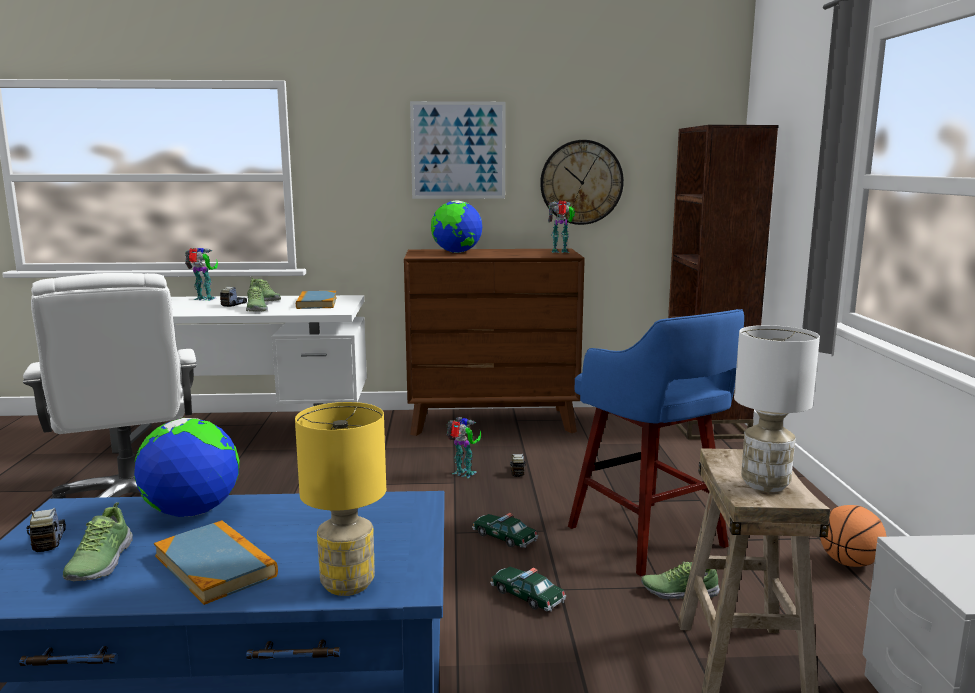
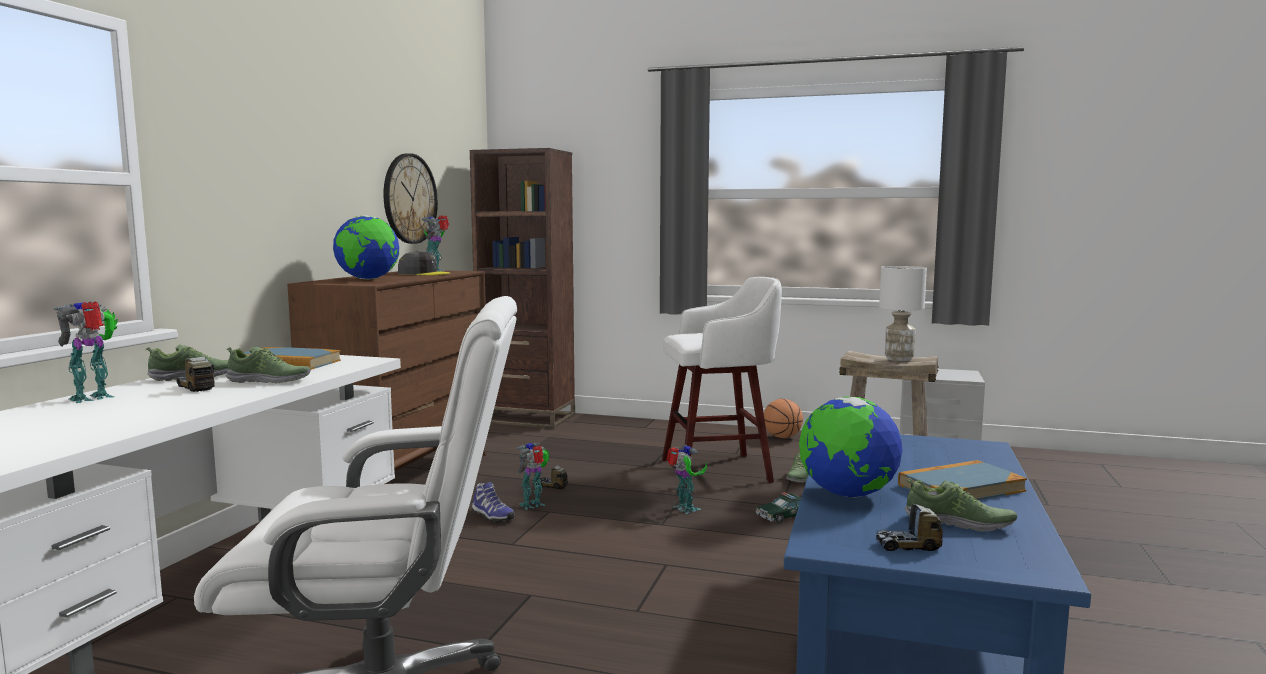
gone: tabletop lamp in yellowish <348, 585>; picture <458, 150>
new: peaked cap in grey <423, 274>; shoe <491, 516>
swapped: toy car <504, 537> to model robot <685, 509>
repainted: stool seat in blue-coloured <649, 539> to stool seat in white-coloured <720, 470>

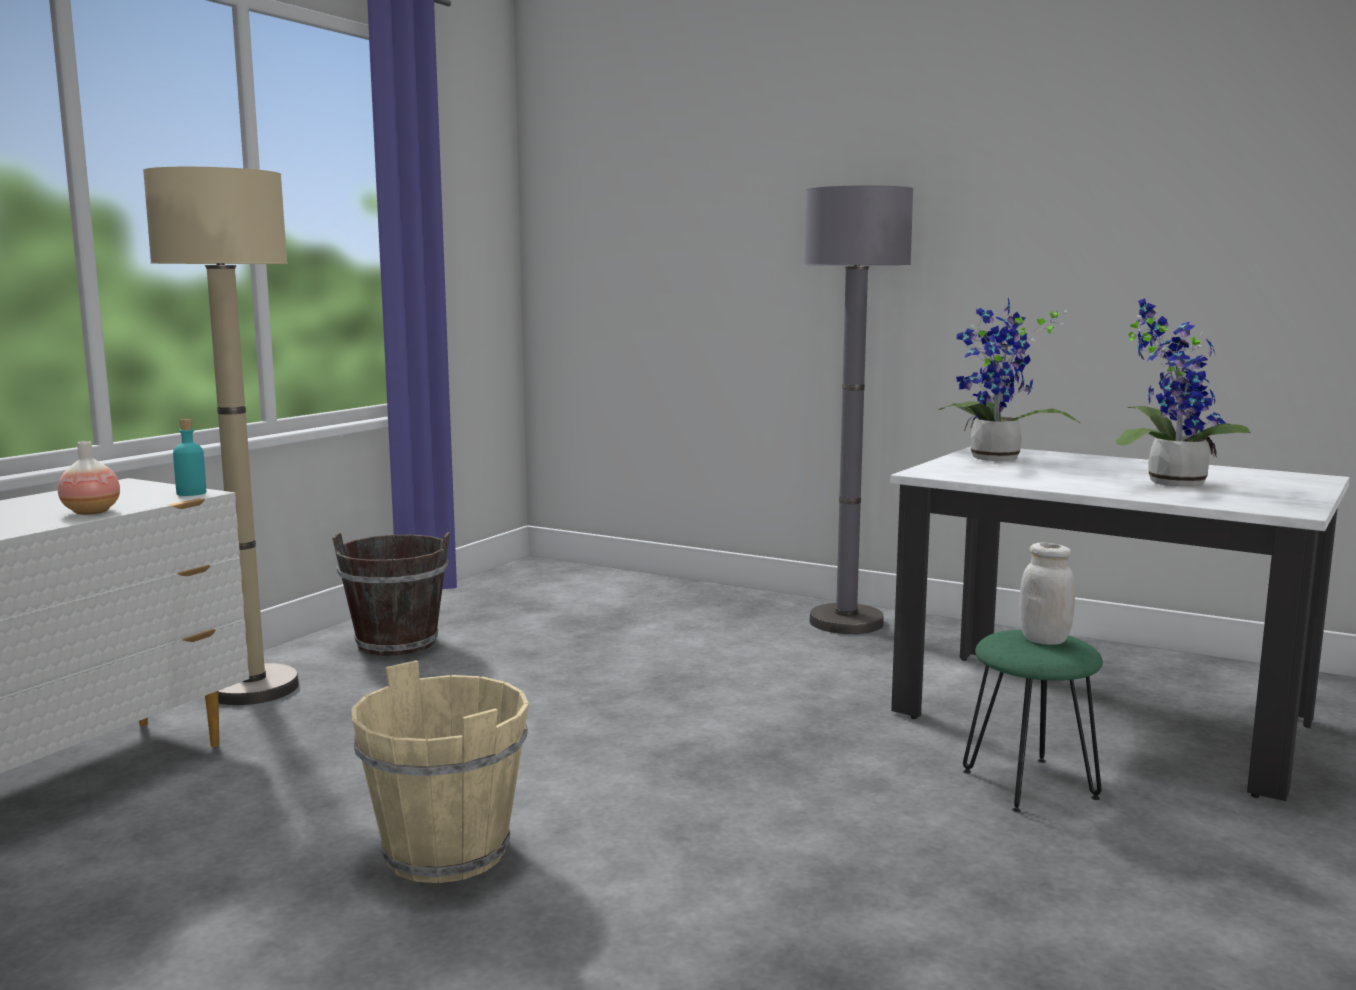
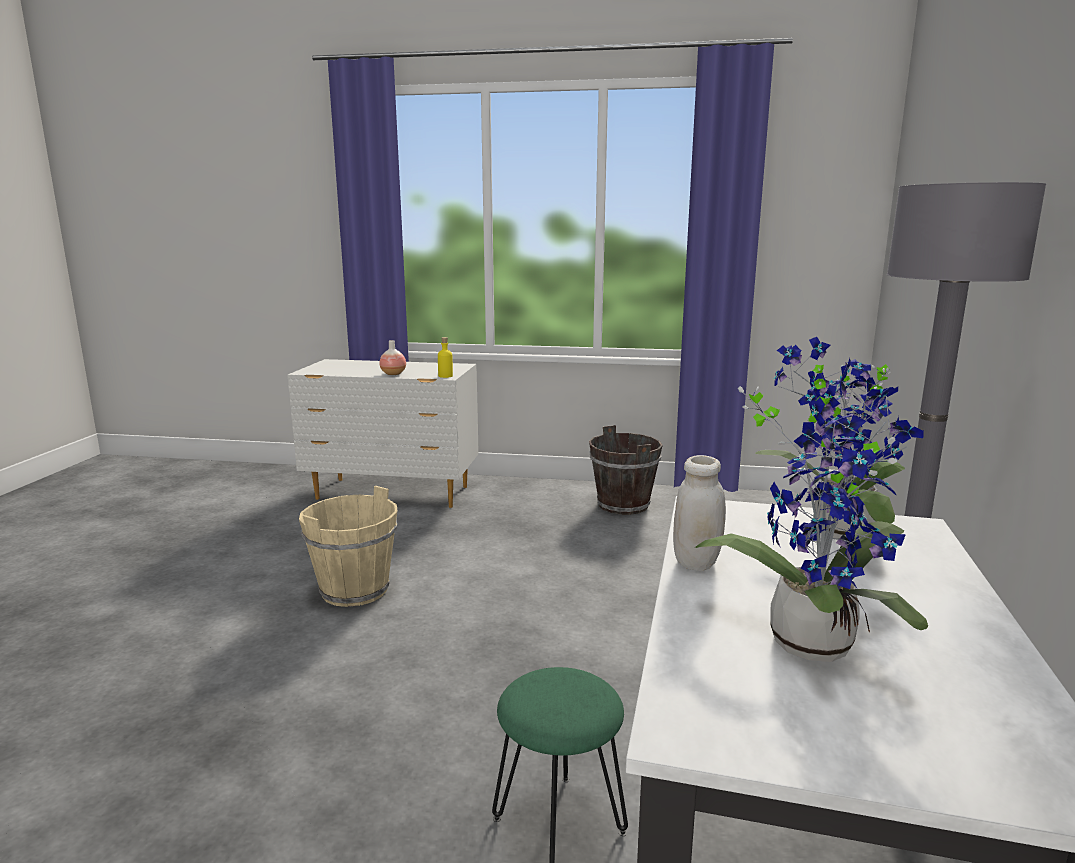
gone: standard lamp in sand-coloured <252, 688>
shifted: jar in white-coloured <1044, 640> to <696, 562>
repainted: bottle in turquoise-coloured <191, 493> to bottle in yellowish <445, 376>

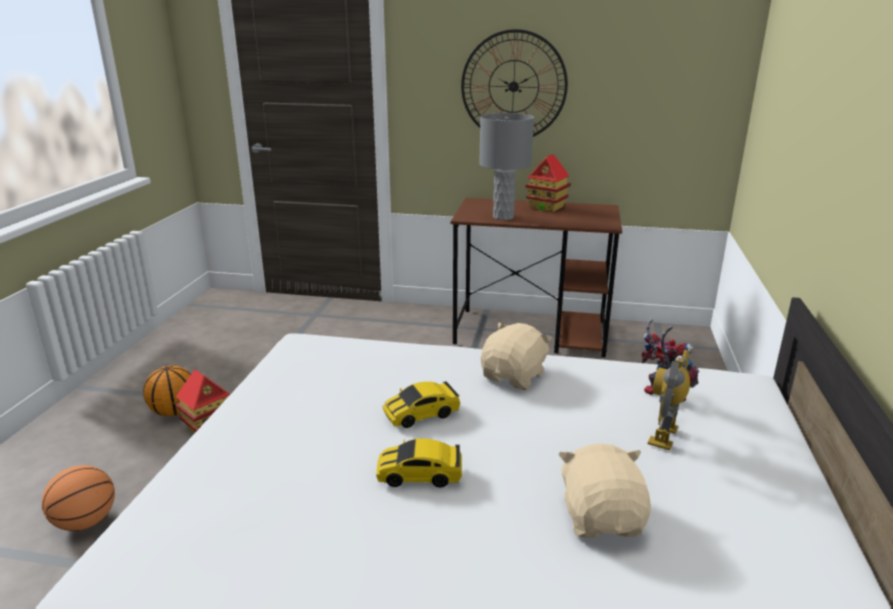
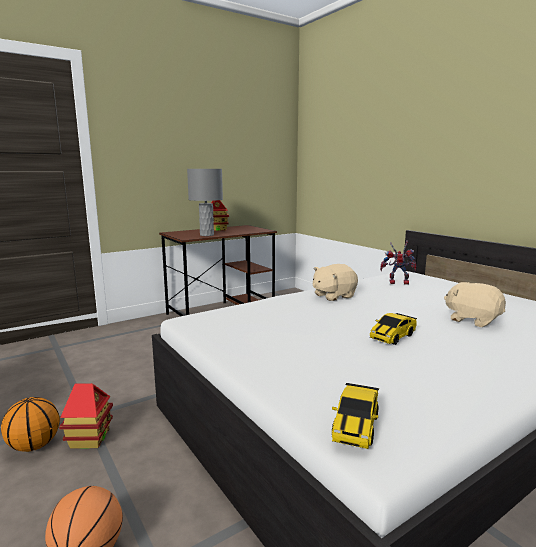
gone: wall clock <513, 86>; model robot <664, 436>
shifted: toy car <421, 414> to <355, 426>
rotated: soft toy in sand-coloured <514, 376> = <333, 296> 105 degrees counterclockwise

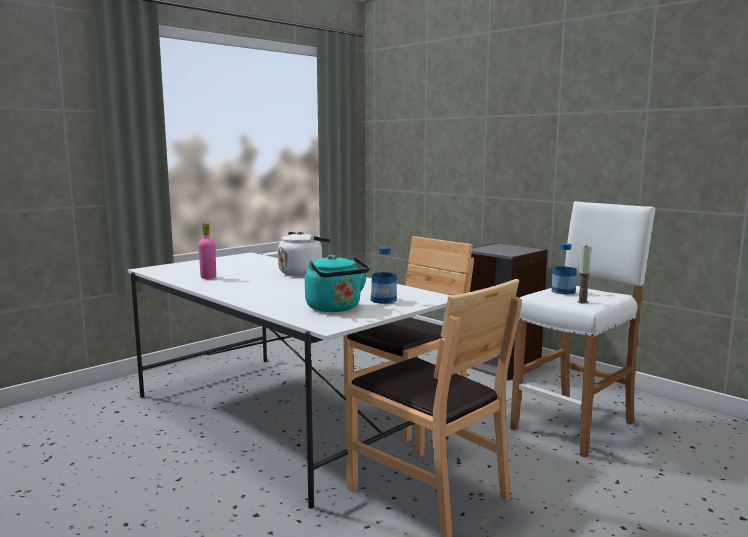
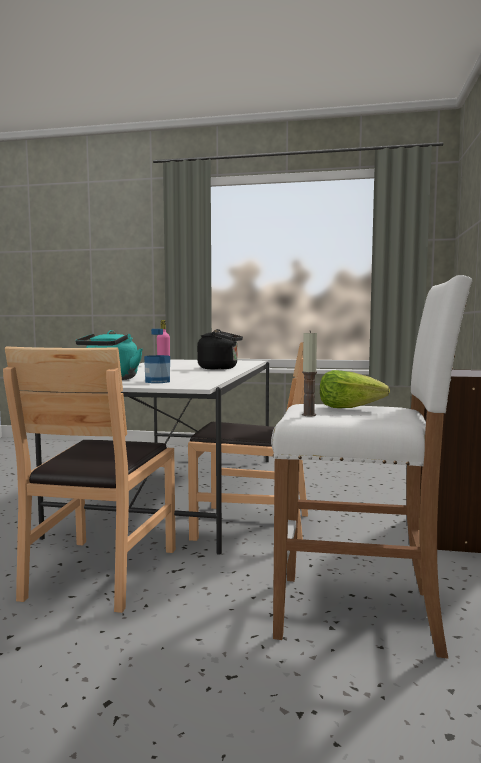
swapped: bottle <563, 291> to head of lettuce <349, 408>
repainted: water kettle in white-coloured <302, 272> to water kettle in blackish <220, 368>

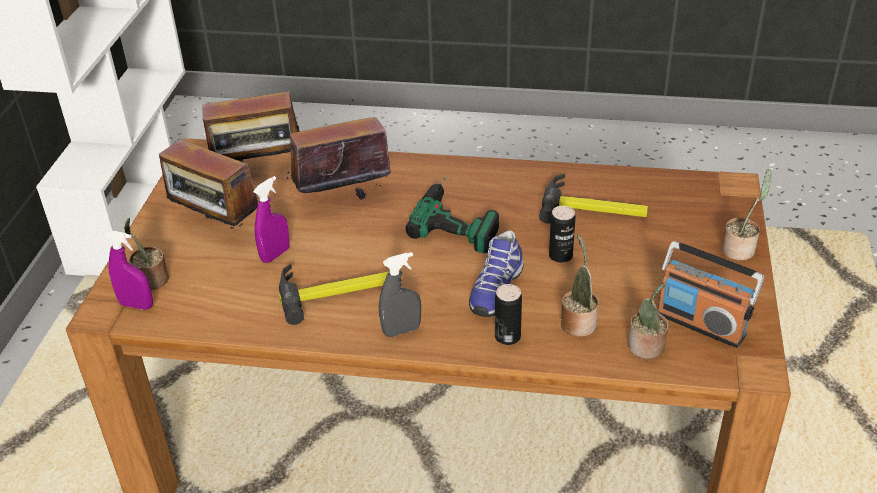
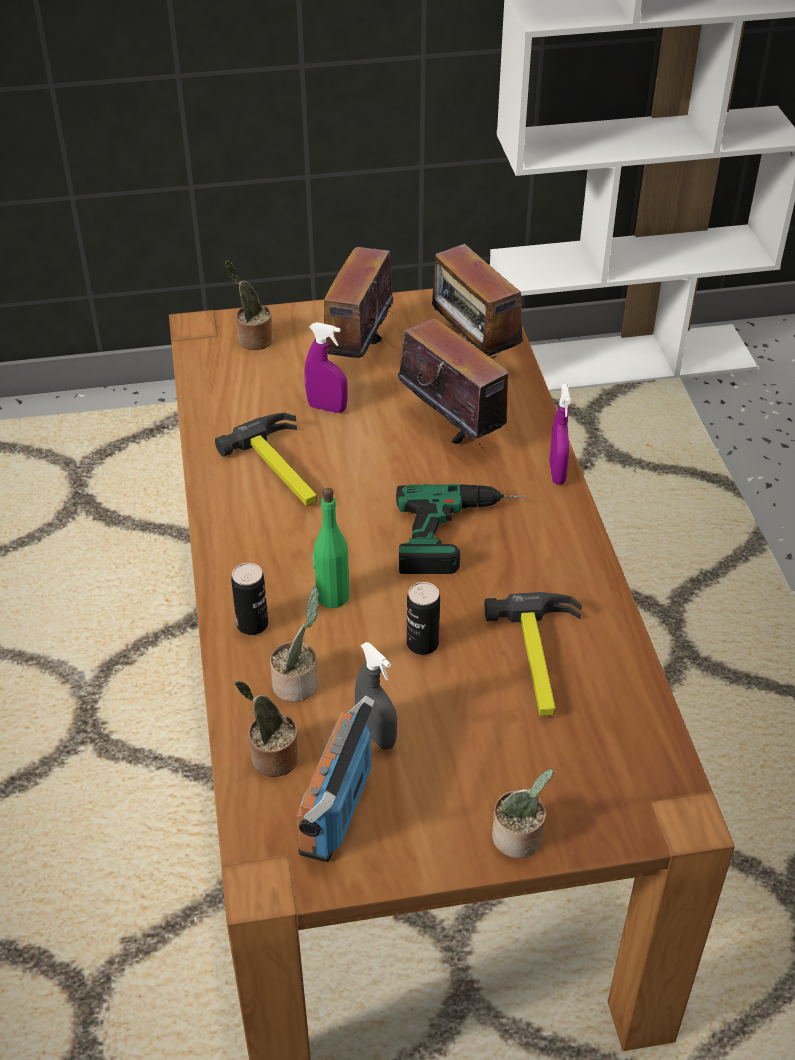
shifted: sprayer in grey <401, 330> to <376, 735>; sprayer in purple <136, 305> to <557, 473>
swapped: shoe <495, 290> to bottle in green-coloured <332, 596>

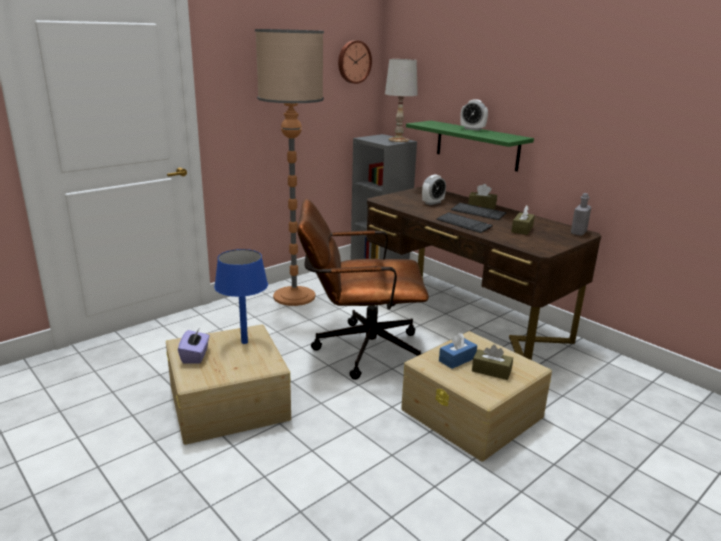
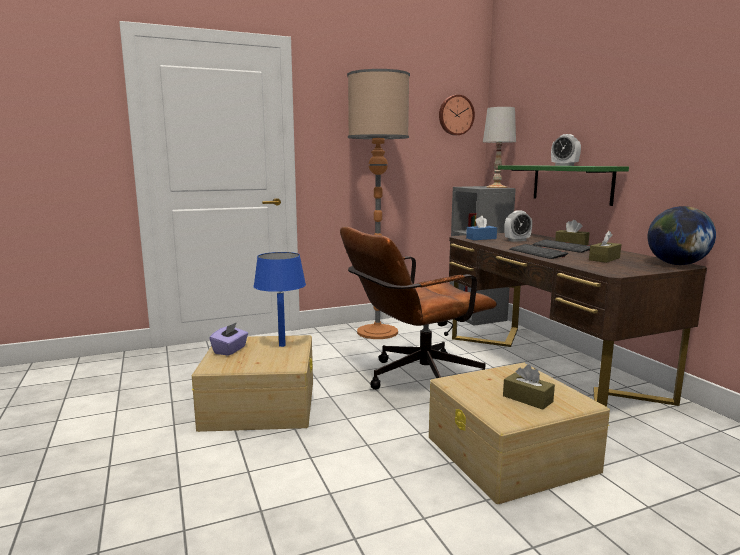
shifted: box of tissues in blue-coloured <457, 359> to <481, 238>
swapped: bottle in grey <578, 232> to world globe <676, 264>
rotated: desk chair in brownish <359, 349> = <414, 379> 45 degrees counterclockwise

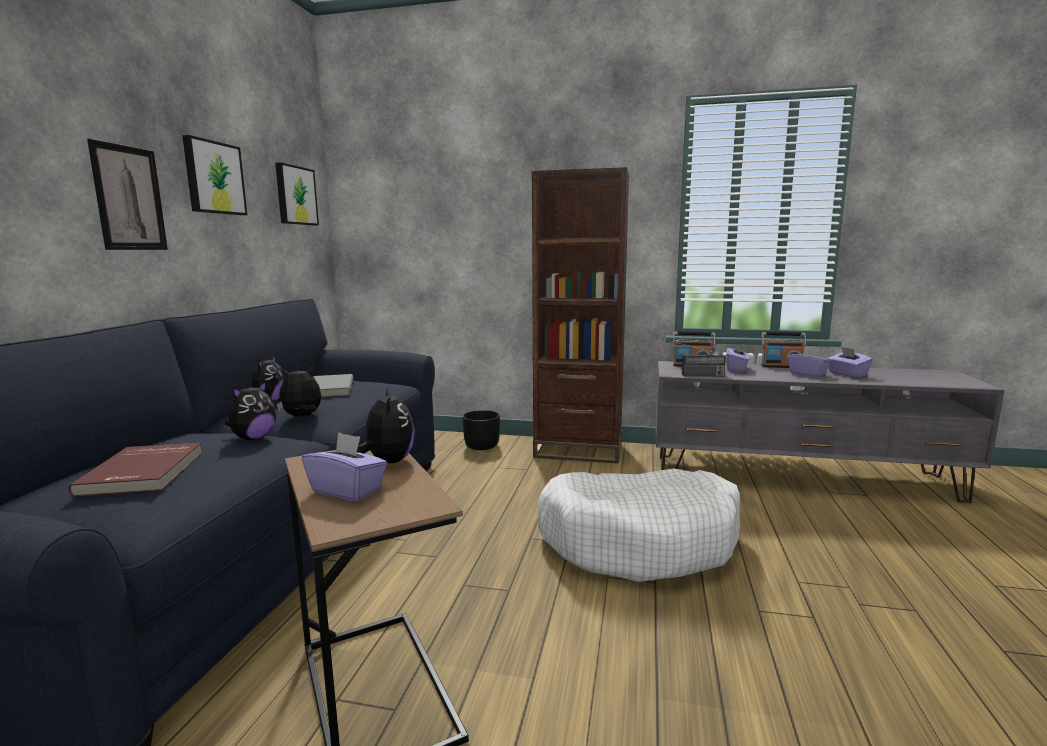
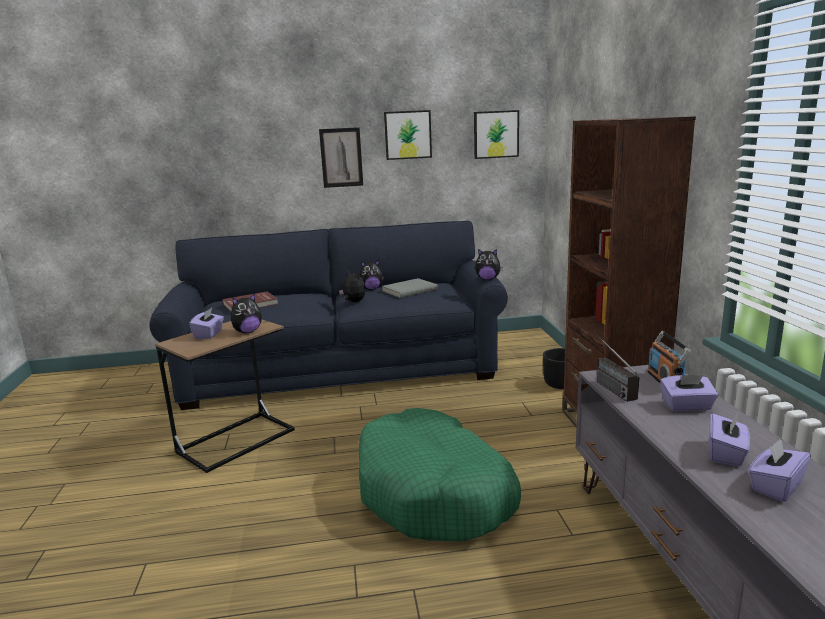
gone: radio <781, 366>
shifted: soft toy <253, 438> to <488, 279>
repainted: dog cushion in white-coloured <640, 541> to dog cushion in green-coloured <434, 493>

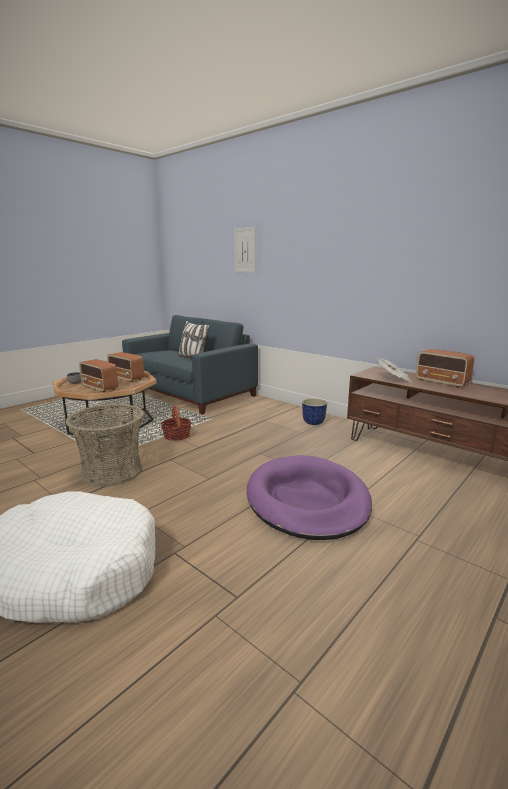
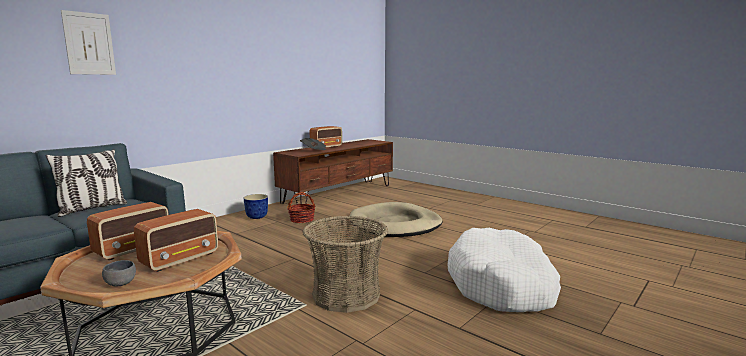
shifted: household basket <177, 436> to <302, 219>
repainted: dog cushion in purple <307, 500> to dog cushion in sand-coloured <395, 224>

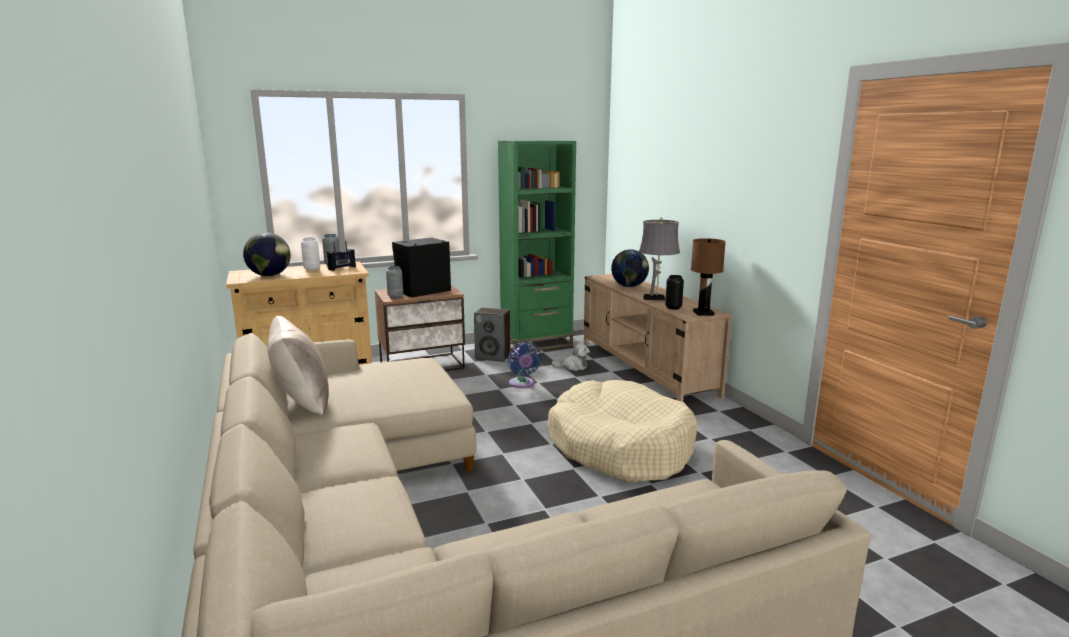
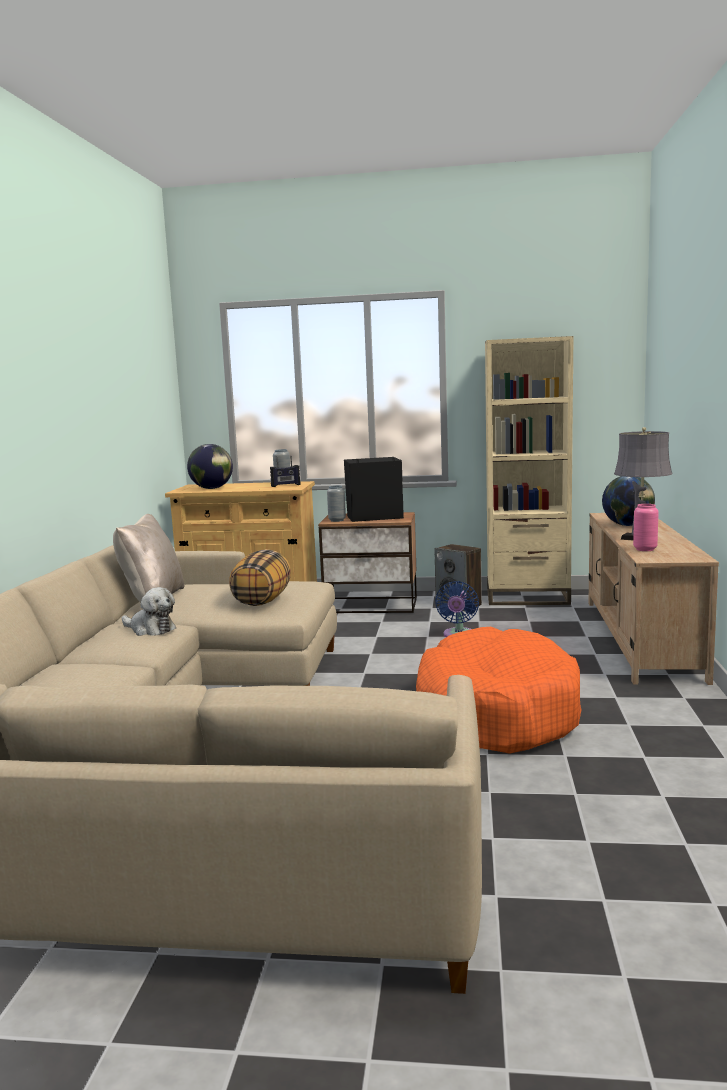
gone: flower vase in white-coloured <312, 269>; tabletop lamp in brownish <703, 313>
new: throw pillow <262, 601>
shifted: soft toy <573, 366> to <150, 629>
repainted: dog cushion in sand-coloured <620, 447> to dog cushion in orange <496, 712>; bookshelf in green-coloured <536, 343> to bookshelf in sand-coloured <527, 597>; flower vase in blackish <673, 308> to flower vase in pink <645, 549>

